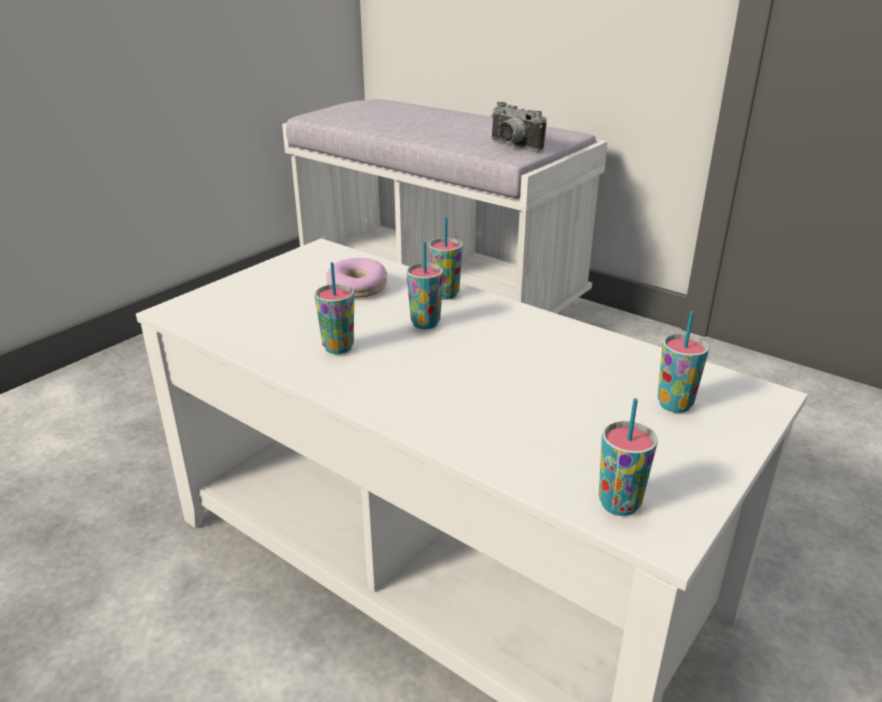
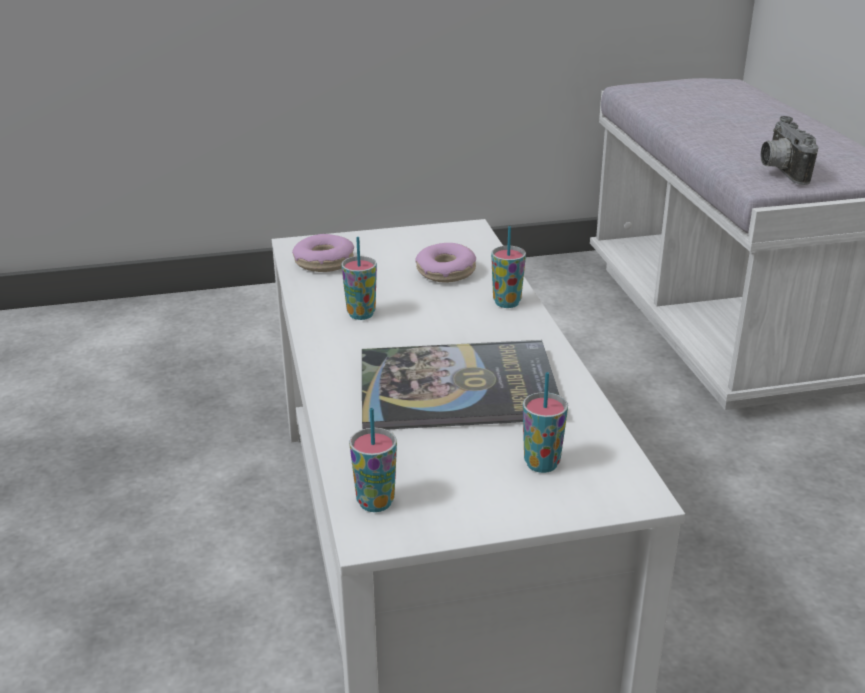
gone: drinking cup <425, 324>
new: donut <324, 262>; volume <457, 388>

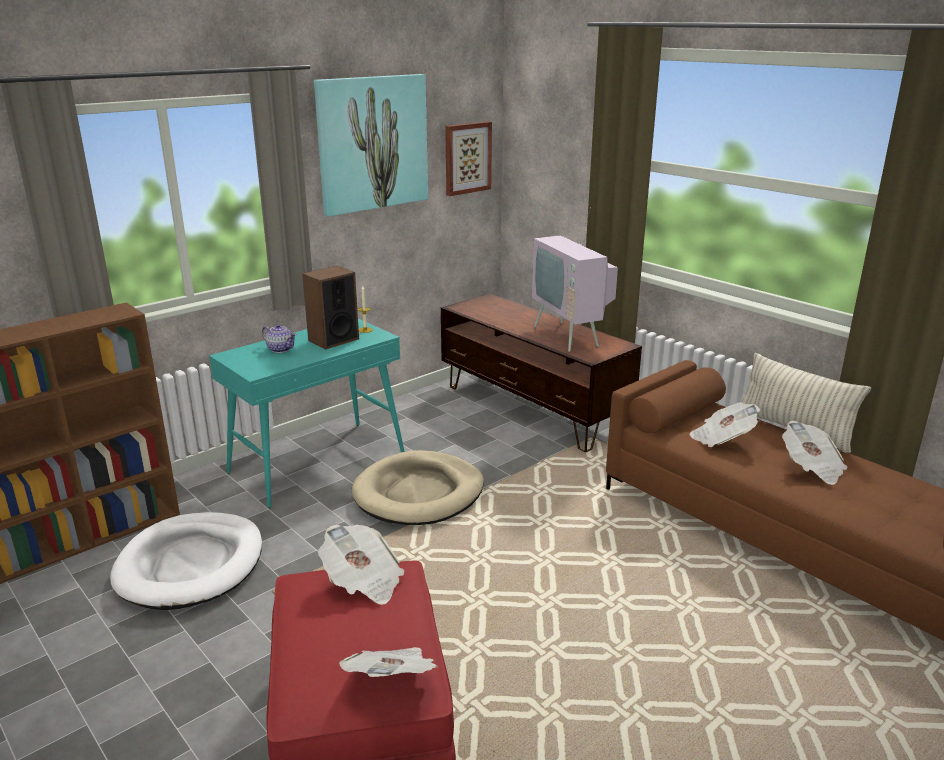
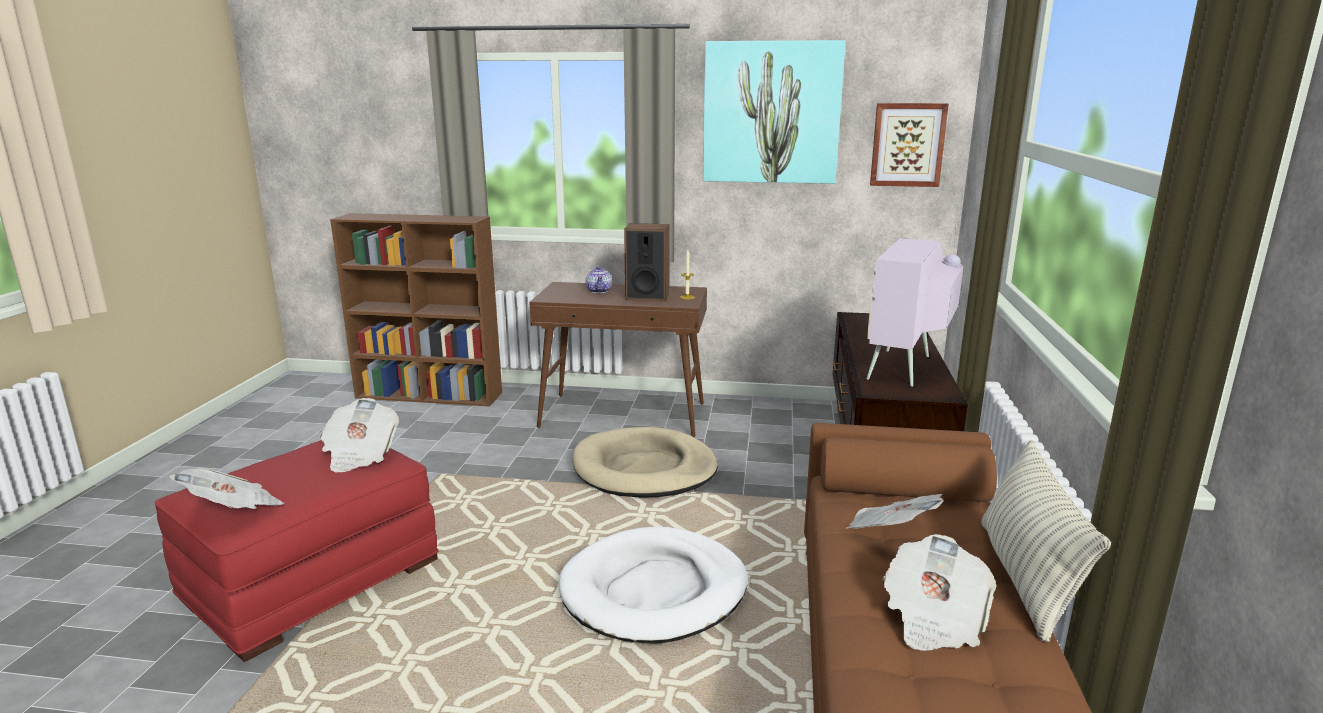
shifted: dog cushion in white-coloured <191, 565> to <654, 590>
repainted: console table in turquoise-coloured <318, 462> to console table in brownish <624, 415>

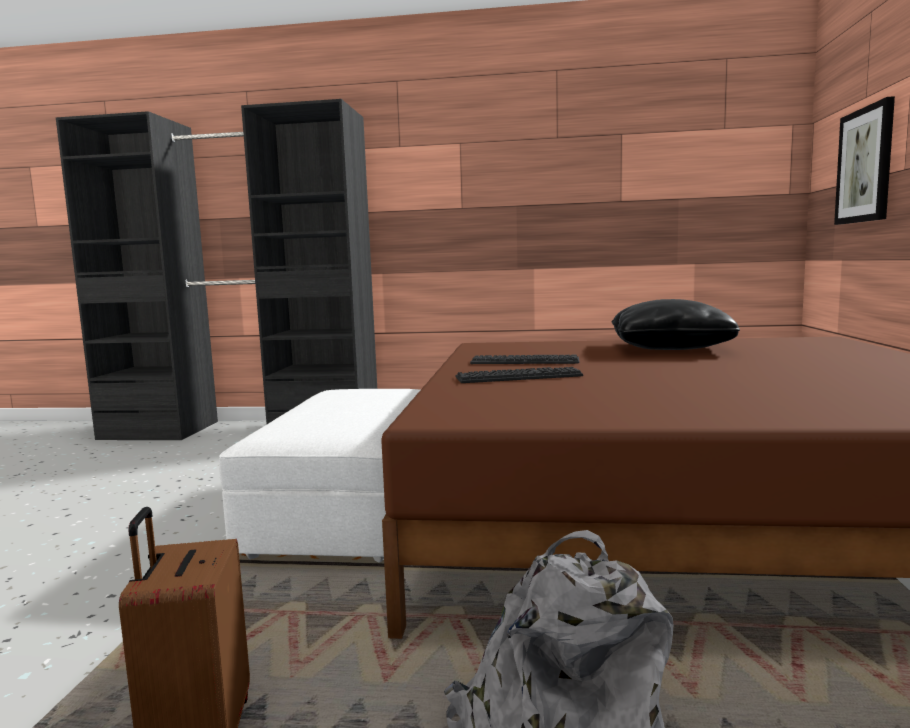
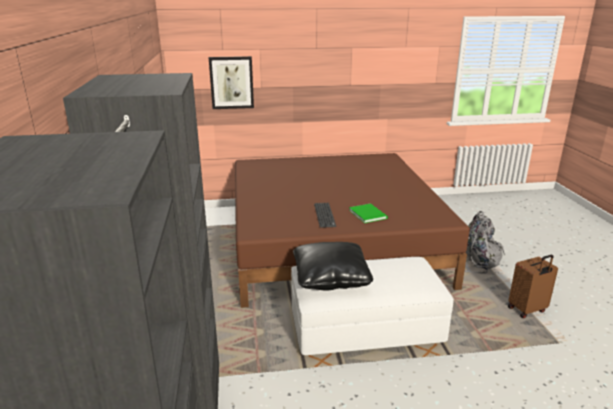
shifted: throw pillow in blackish <670, 348> to <330, 277>
swapped: computer keyboard <518, 377> to volume in green-coloured <368, 213>

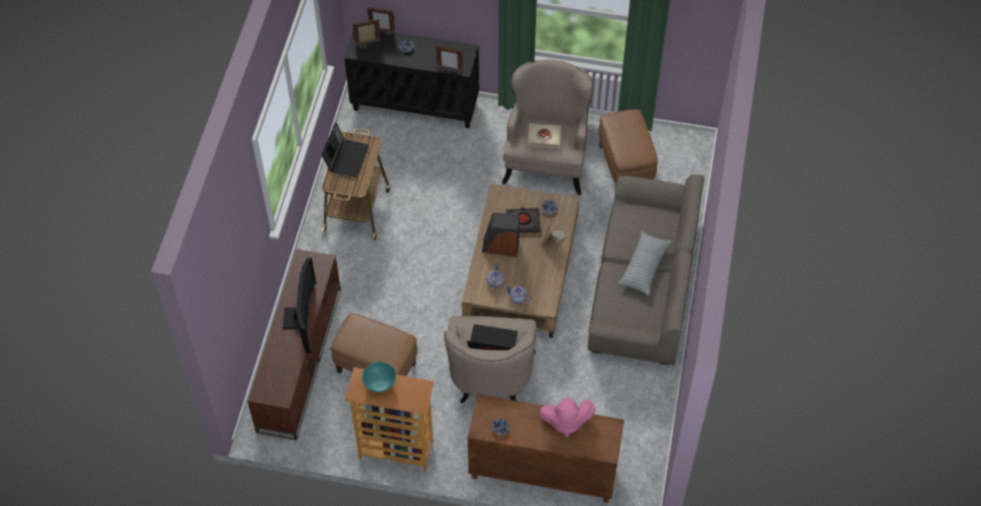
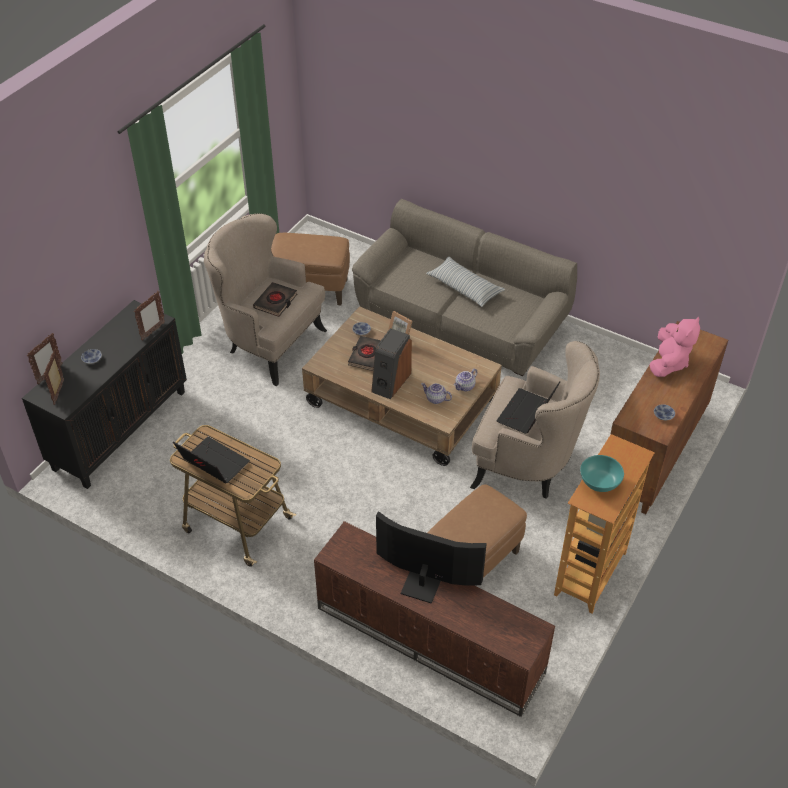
repainted: volume in sand-coloured <544, 137> to volume in blackish <275, 302>

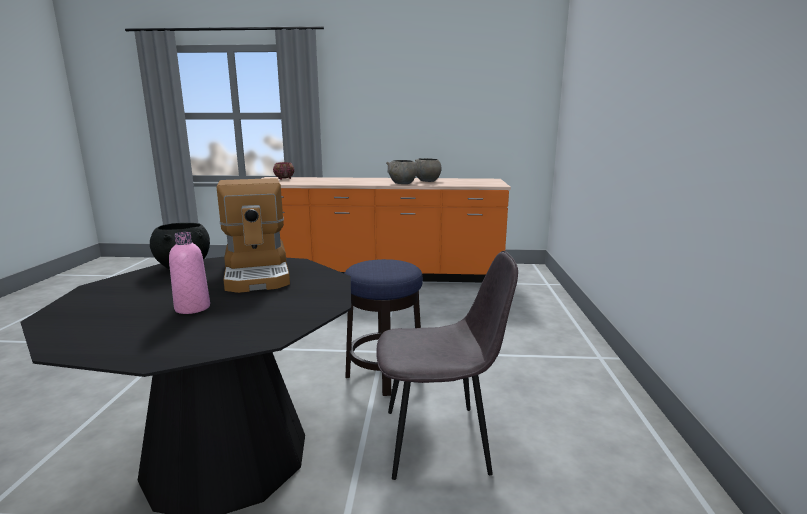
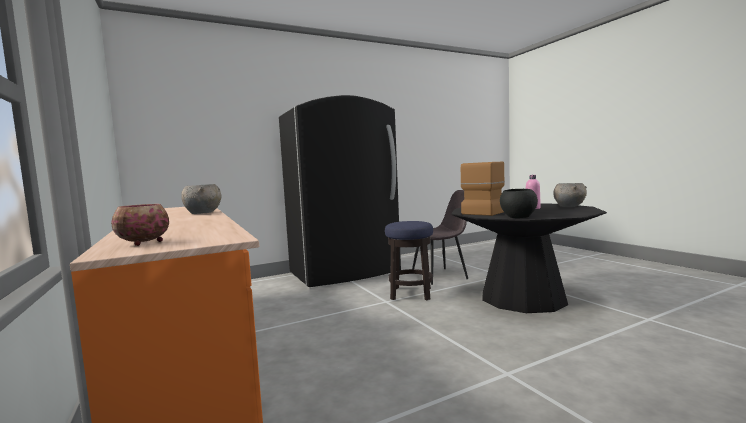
new: fridge in blackish <345, 273>
shifted: bowl in grey <427, 181> to <569, 206>
rotated: upright chair in grey <439, 440> = <440, 276> 105 degrees clockwise

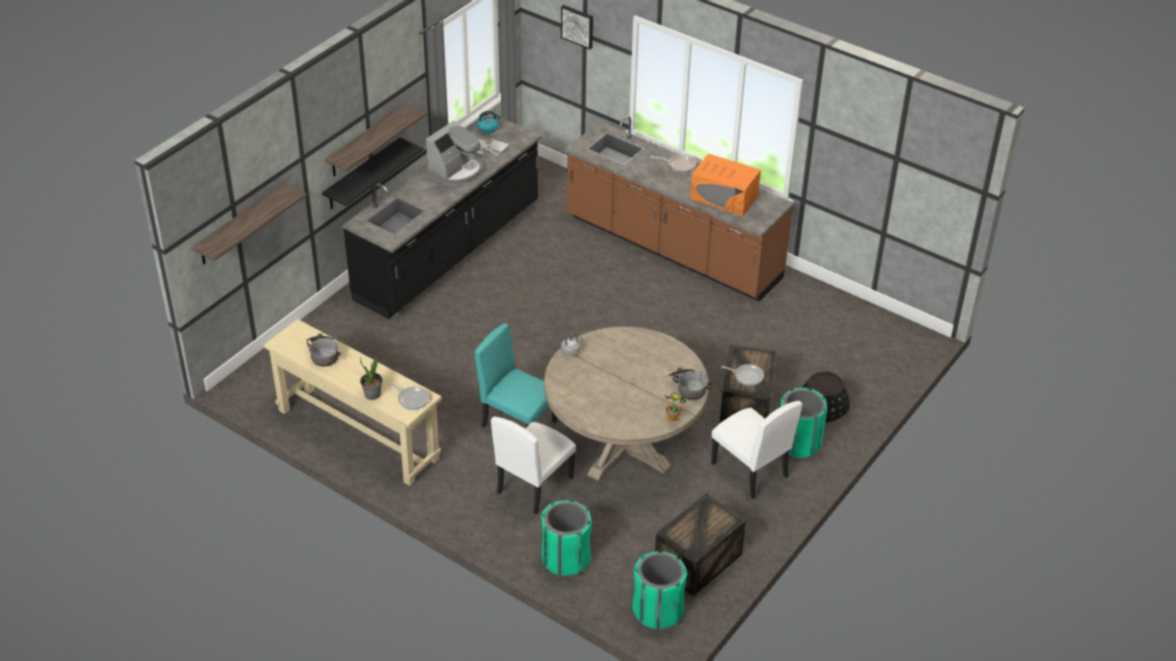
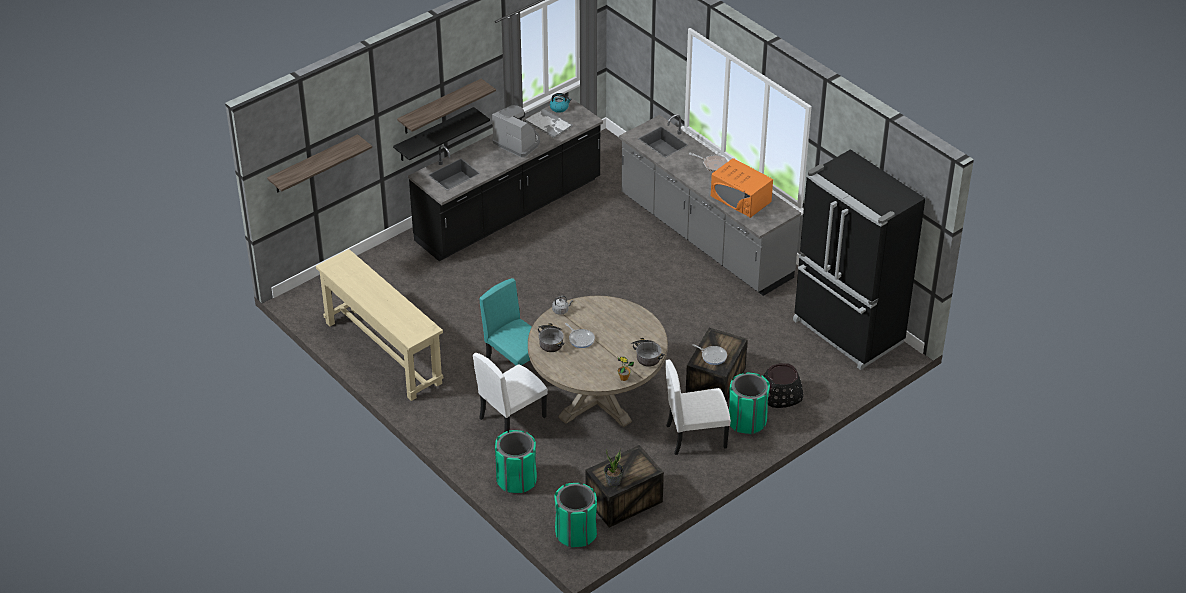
gone: picture <578, 26>
new: fridge in blackish <847, 332>
shifted: cooking pot <323, 354> to <551, 341>; skillet <412, 399> to <580, 339>; plant in a pot <372, 394> to <613, 482>
repainted: kitchen counter in brownish <672, 249> to kitchen counter in grey <704, 238>
rotated: coffee machine <455, 171> = <518, 142> 105 degrees counterclockwise; upright chair in white-coloured <749, 470> = <696, 436> 105 degrees clockwise

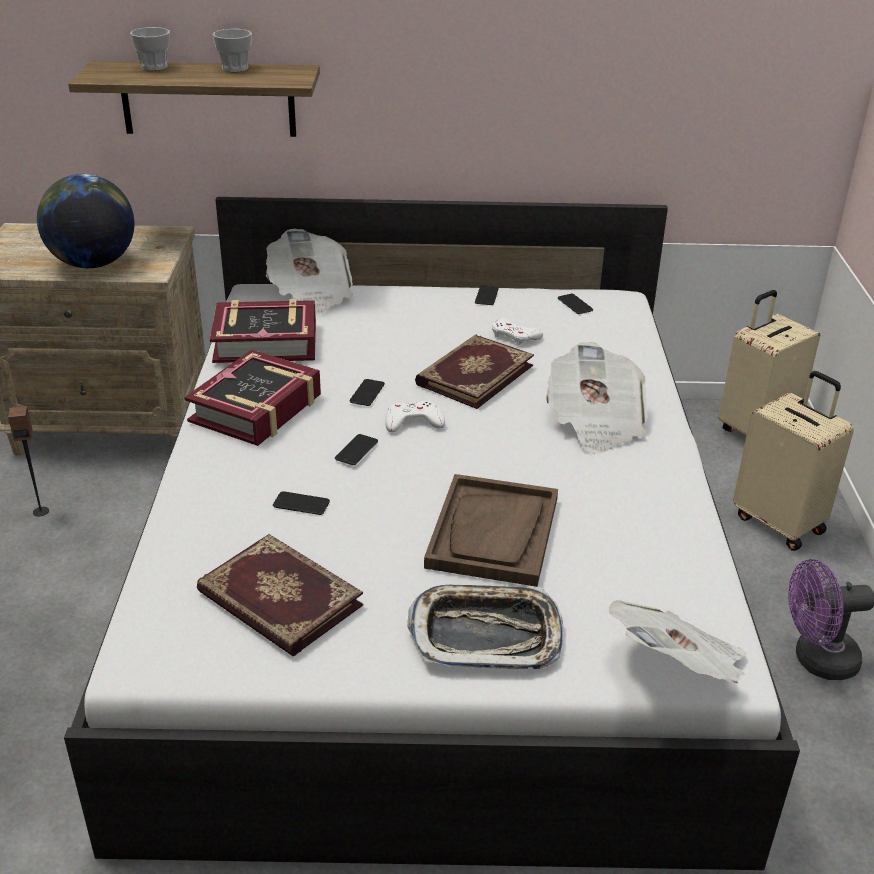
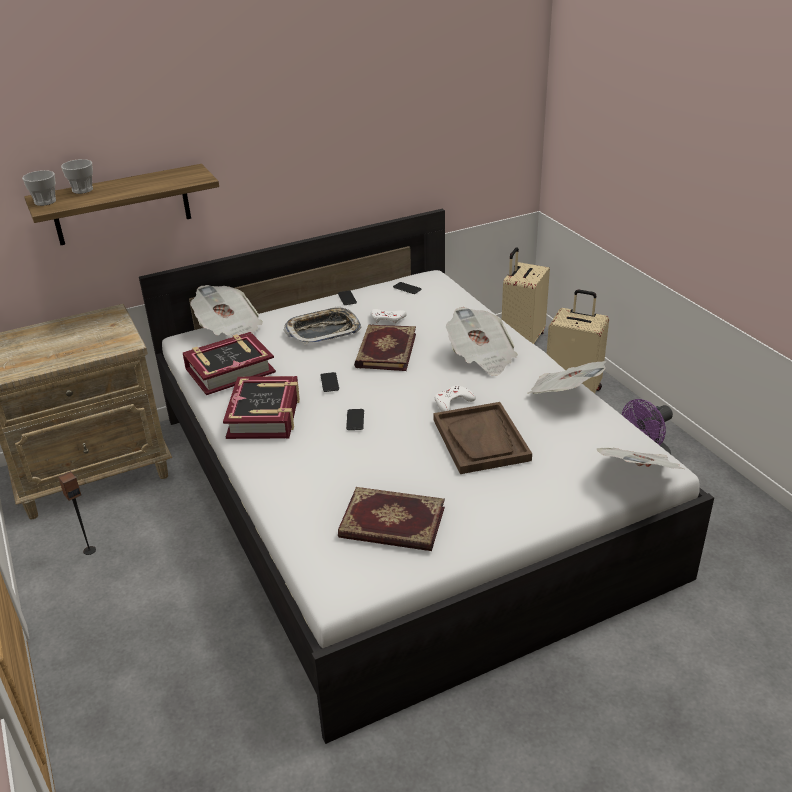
gone: world globe <93, 263>; phone <301, 504>
new: newspaper <564, 394>
shifted: drinking cup <235, 68> to <45, 201>; tray <486, 634> to <323, 331>; game controller in white-coloured <413, 422> to <452, 402>

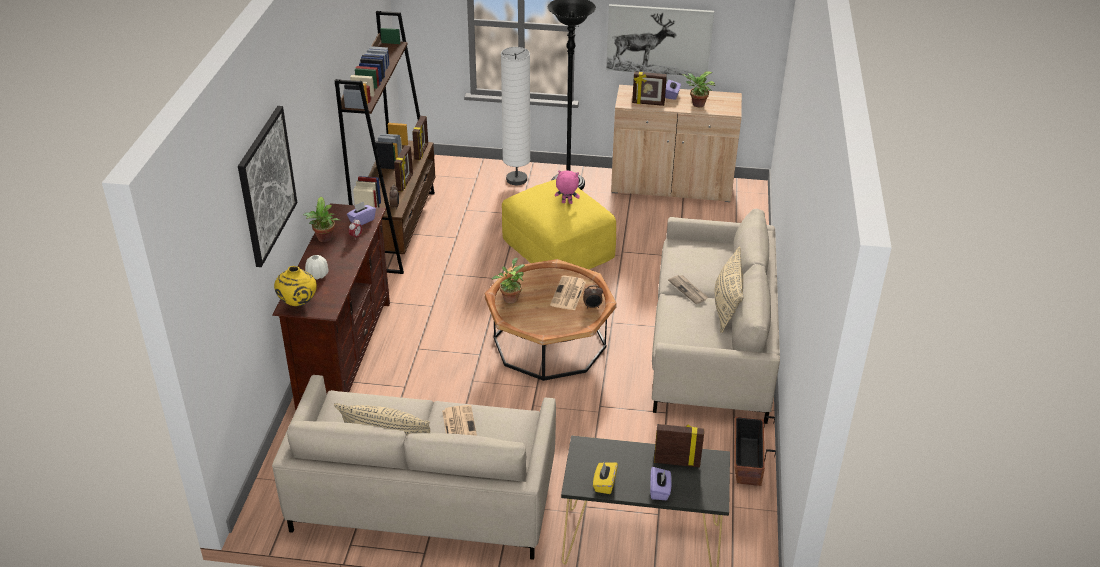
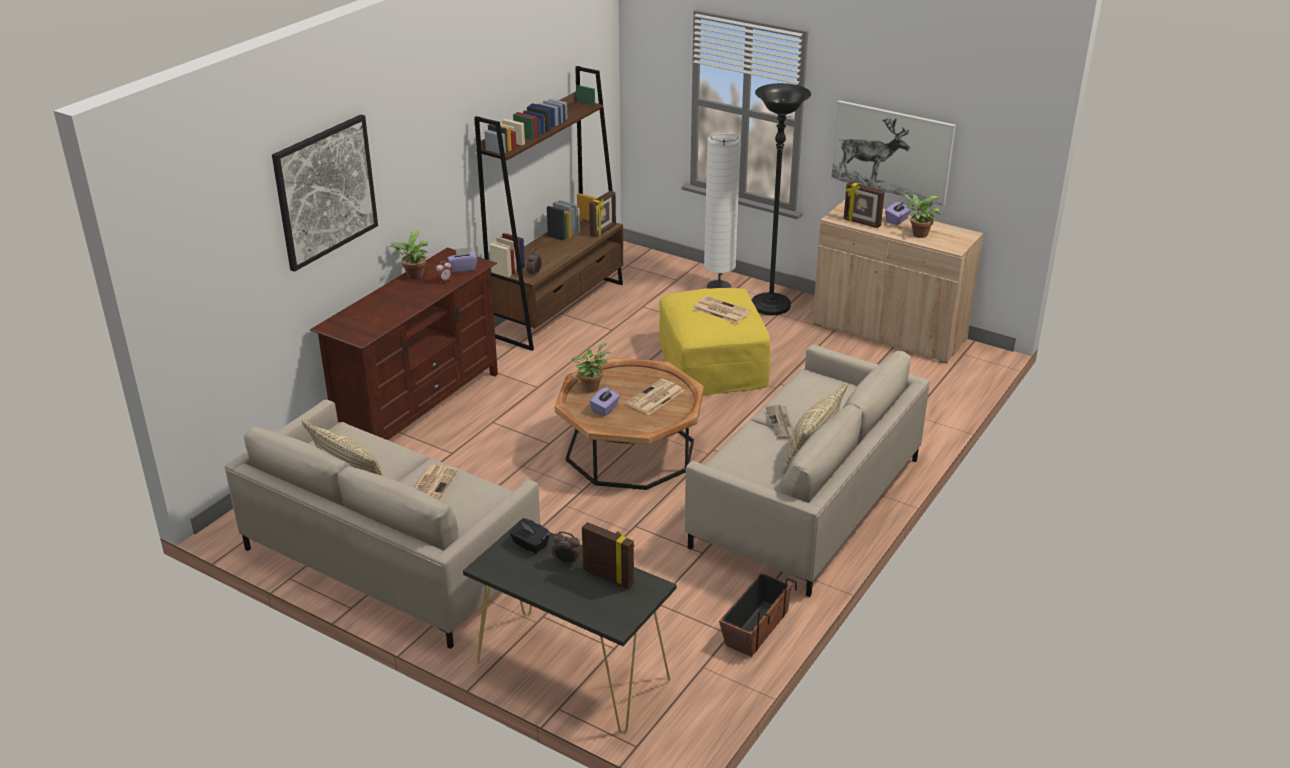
gone: flower vase in yellowish <298, 303>; flower vase in white-coloured <317, 275>; photo frame <405, 183>; box of tissues in yellowish <604, 484>
new: box of tissues in blackish <530, 545>
shifted: table clock <592, 307> to <566, 562>; box of tissues in purple <659, 490> to <605, 409>
swapped: soft toy in pink <566, 203> to newspaper <720, 310>

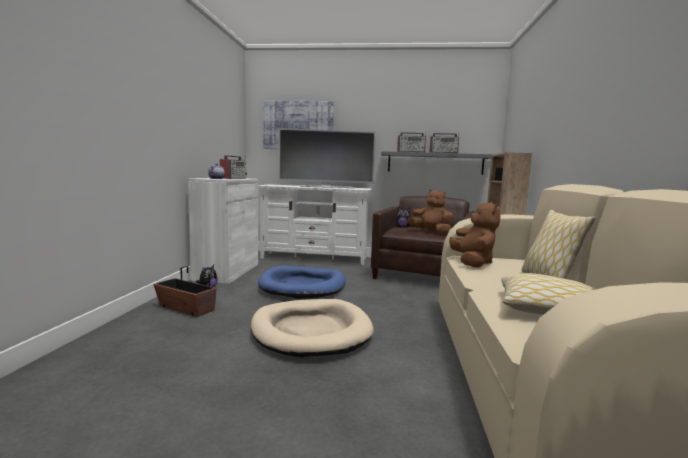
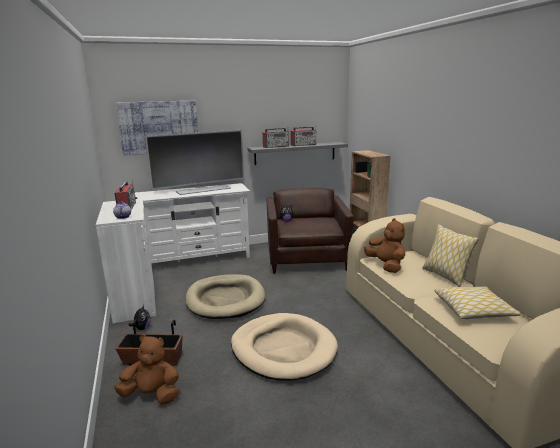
shifted: soft toy in brownish <431, 232> to <152, 395>
repainted: dog cushion in blue-coloured <303, 286> to dog cushion in sand-coloured <225, 299>

